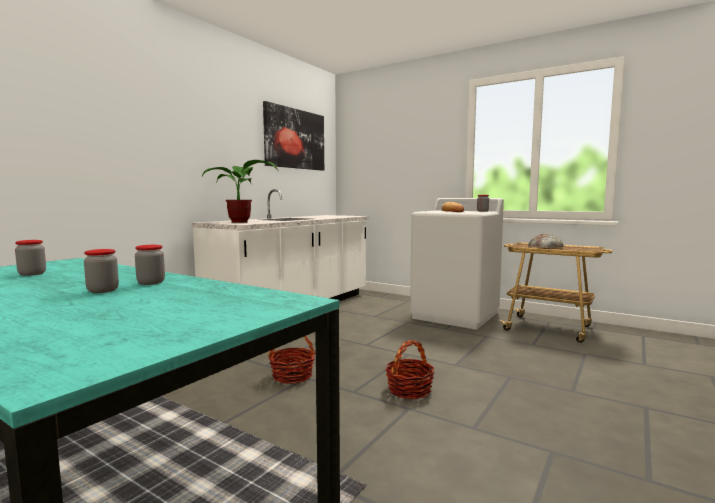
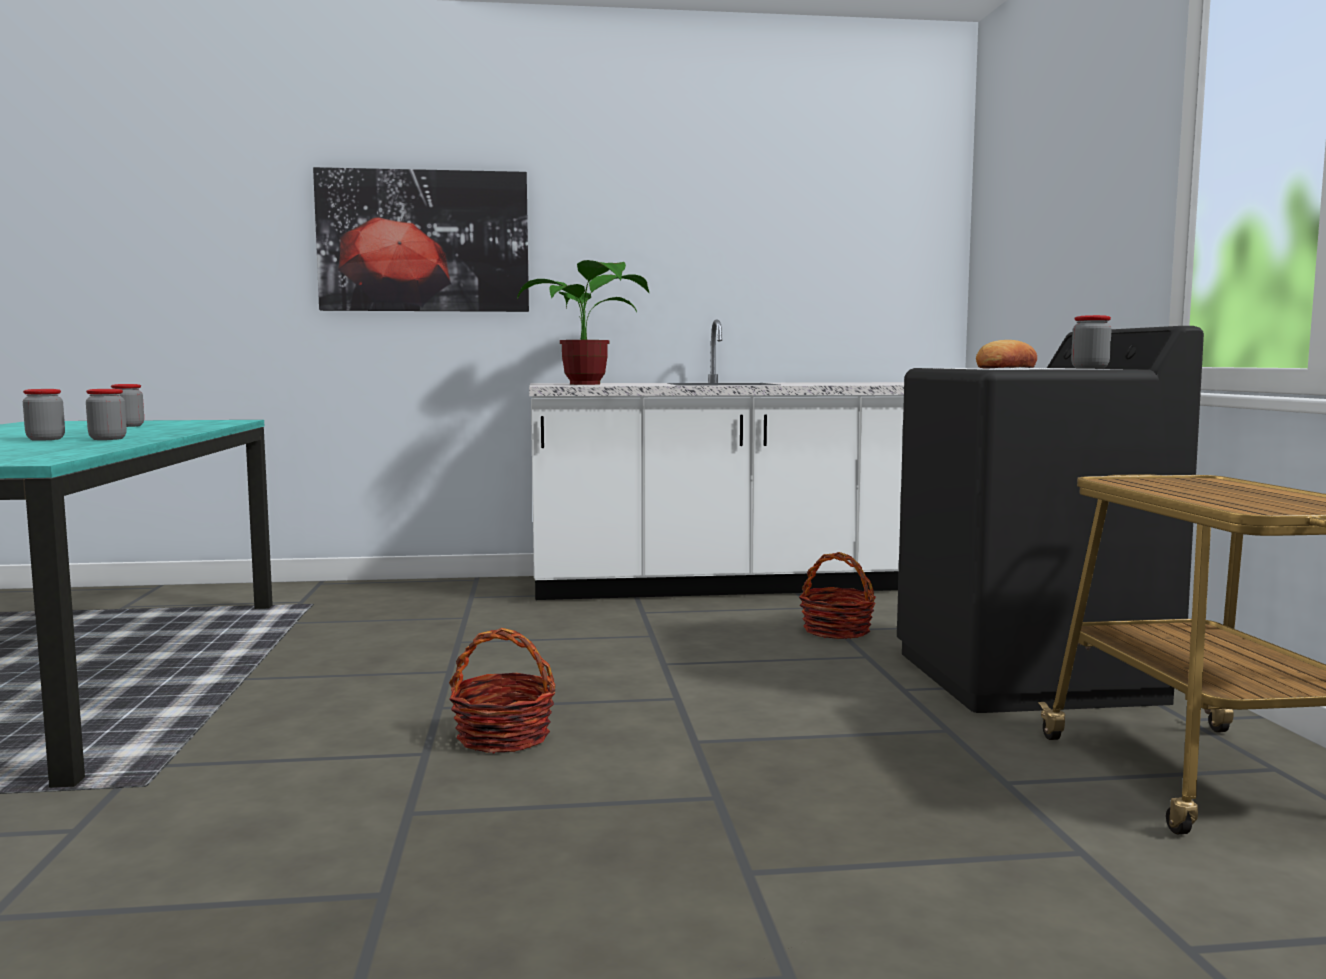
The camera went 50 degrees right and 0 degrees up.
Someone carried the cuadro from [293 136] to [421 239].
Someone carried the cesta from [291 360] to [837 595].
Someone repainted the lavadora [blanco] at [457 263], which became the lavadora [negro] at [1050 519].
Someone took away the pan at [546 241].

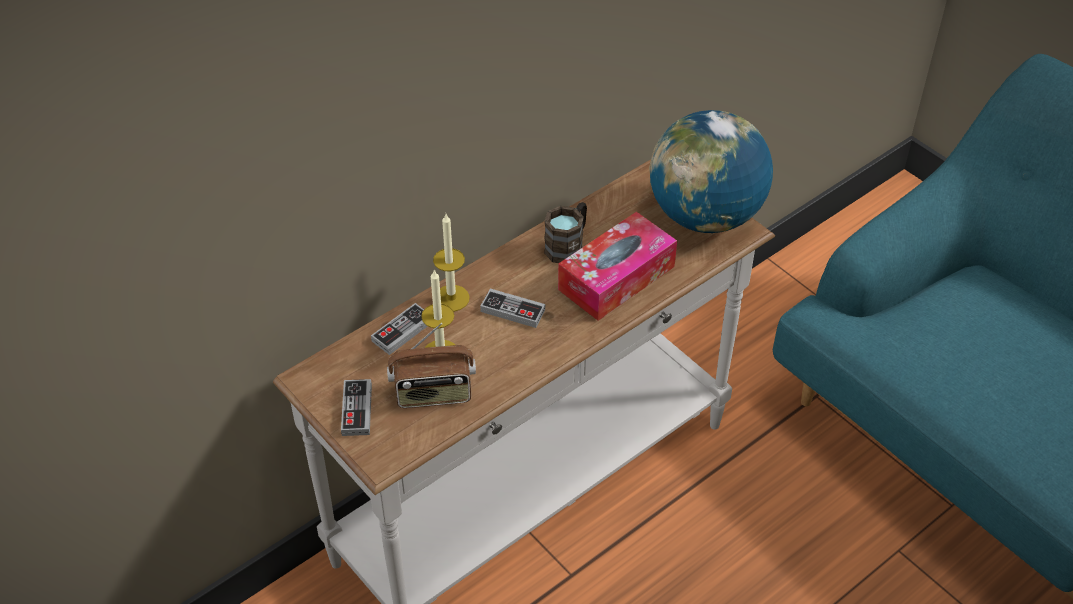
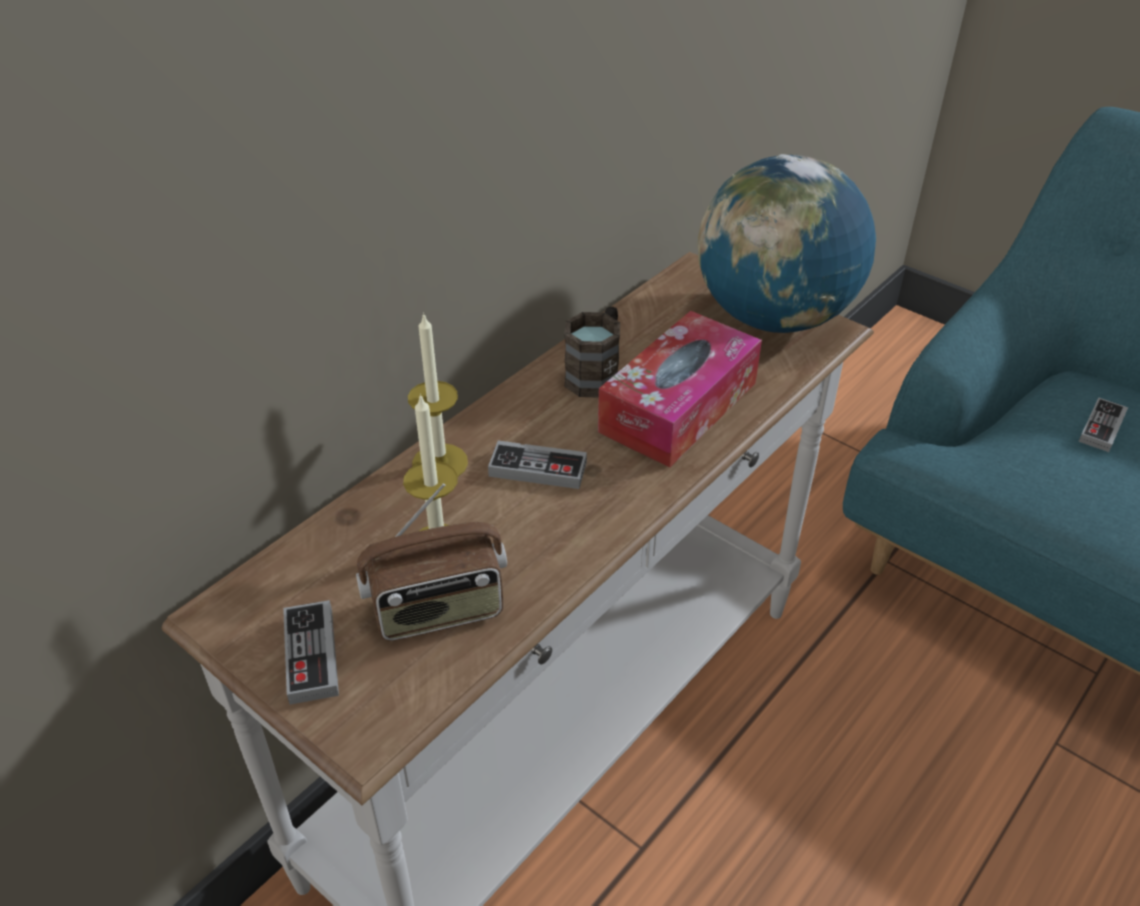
The camera went 10 degrees left and 5 degrees down.
Someone carried the mando de consola from [399 329] to [1103 425].

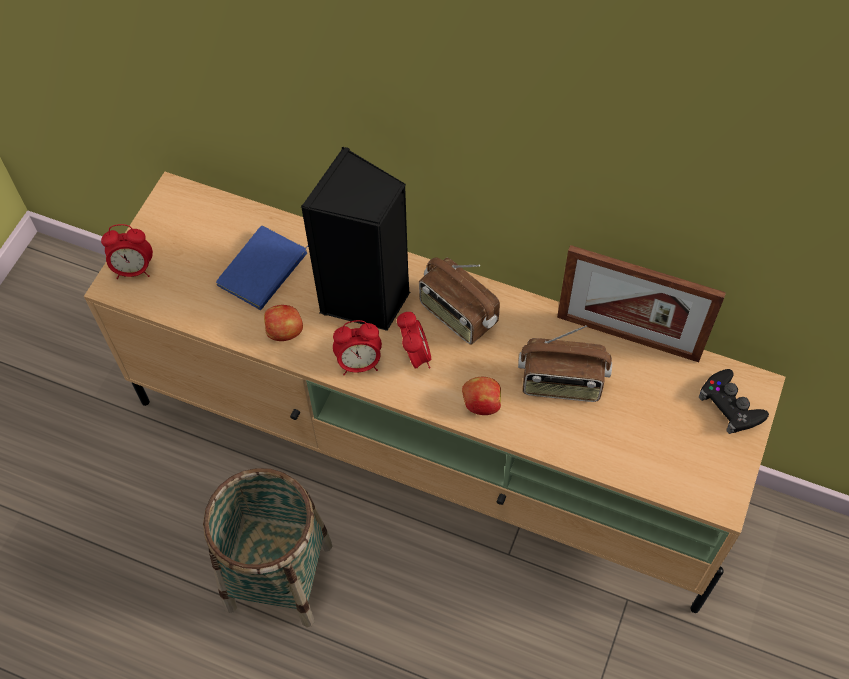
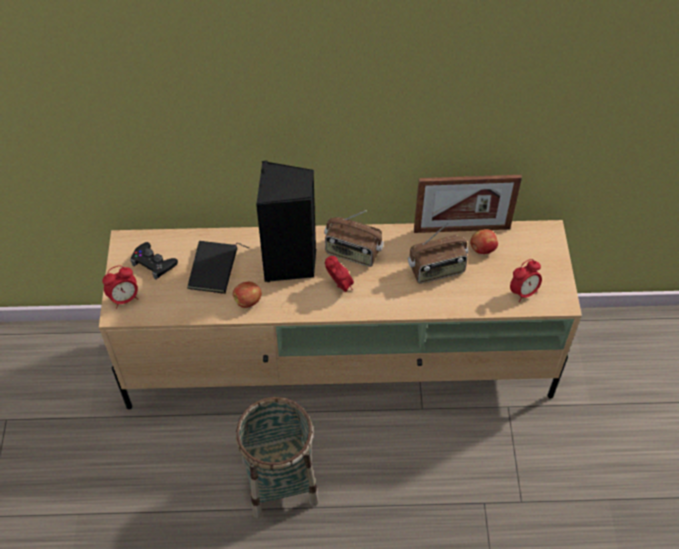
The camera went 25 degrees left and 5 degrees down.
Someone carried the mando de consola [negro] from [734 401] to [154 261].
Someone repainted the libro [azul] at [262 268], which became the libro [negro] at [218 267].
Someone carried the manzana from [481 396] to [484 241].
Someone carried the despertador from [357 347] to [526 281].

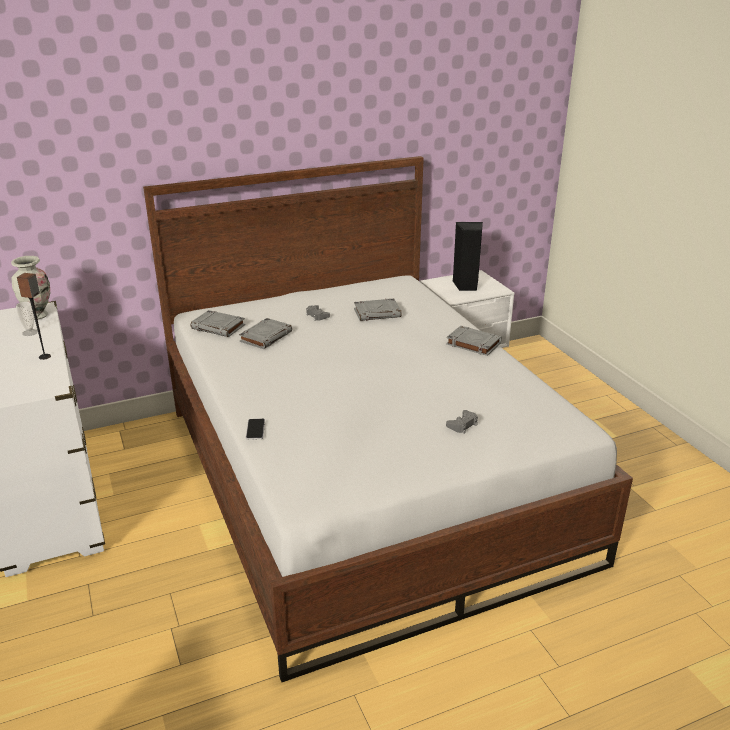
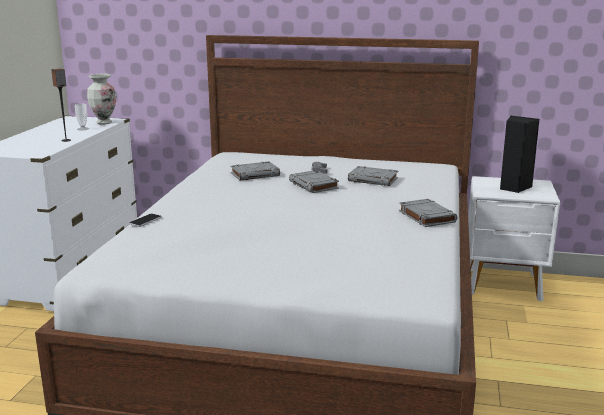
The camera went 35 degrees right and 10 degrees down.
Someone carried the libro [gris] from [218 323] to [314 181].
Someone took away the mando de consola [gris] at [462 421].

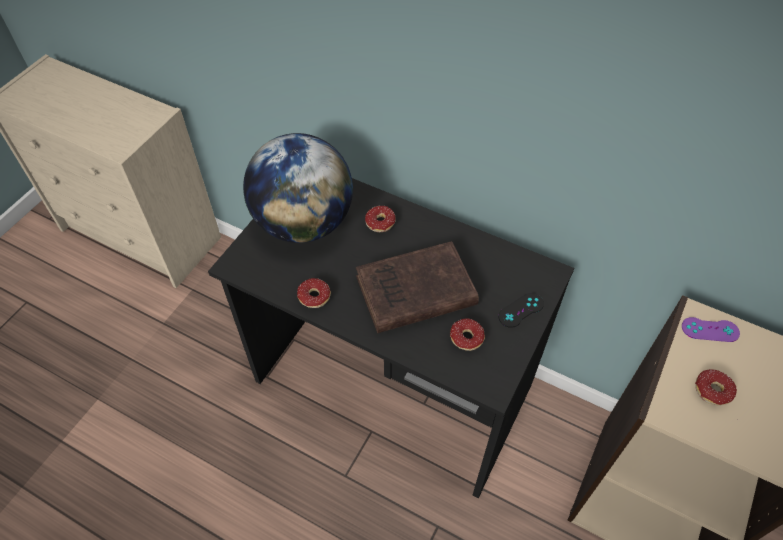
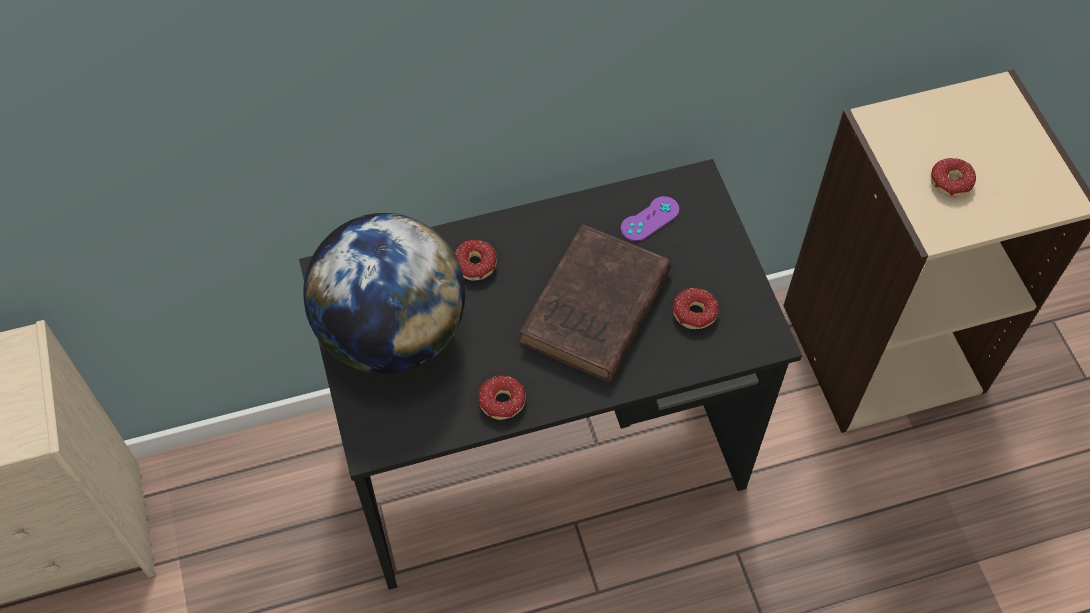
The camera went 45 degrees left and 5 degrees up.
Someone carried the mando de consola [morado] from [711 329] to [650 218].
Someone took away the mando de consola [negro] at [521 310].

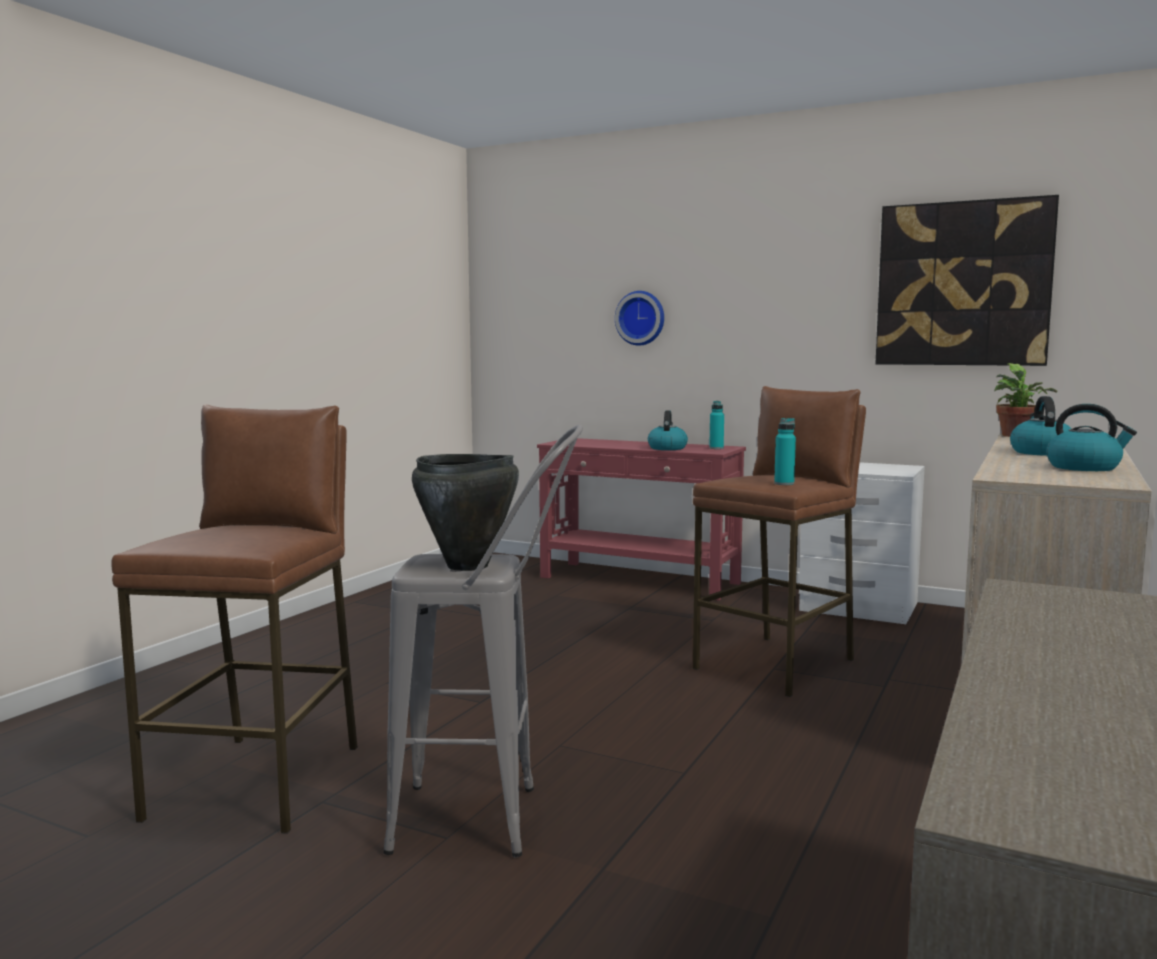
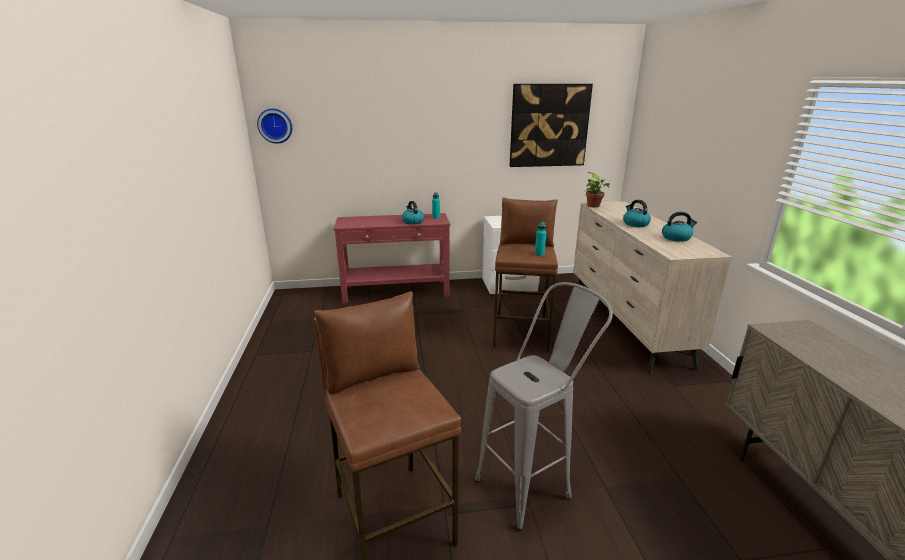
The camera went 35 degrees left and 15 degrees up.
Someone carried the reloj de pared from [639 318] to [274 126].
Someone took away the olla [negro] at [465 512].

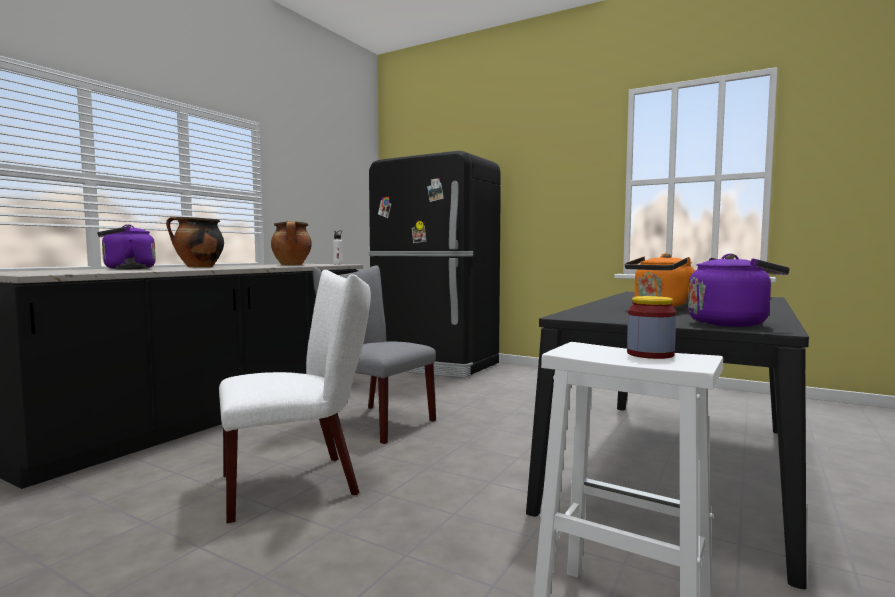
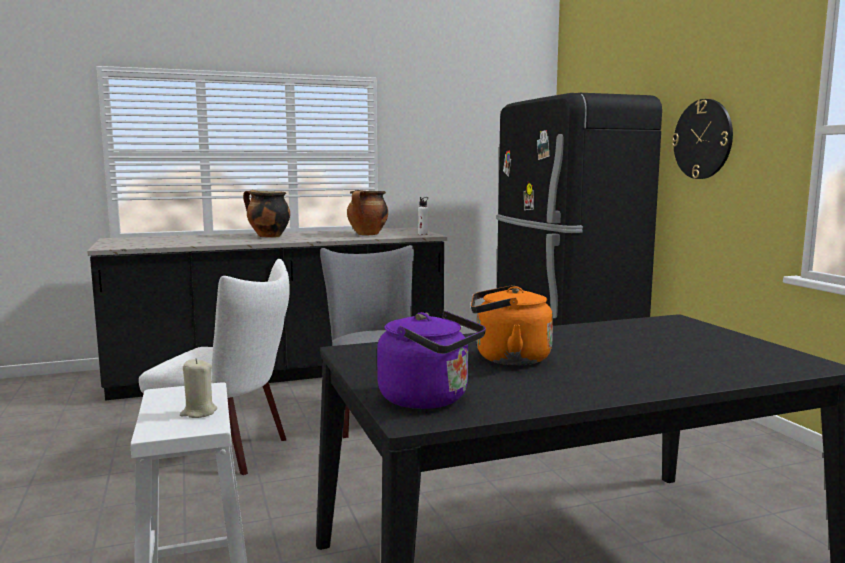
The camera went 40 degrees right and 5 degrees up.
Someone swapped the tarro at [651 327] for the vela [beis] at [198 388].
Someone put up the reloj de pared at [702 139].
Someone took away the hervidor [morado] at [126 246].

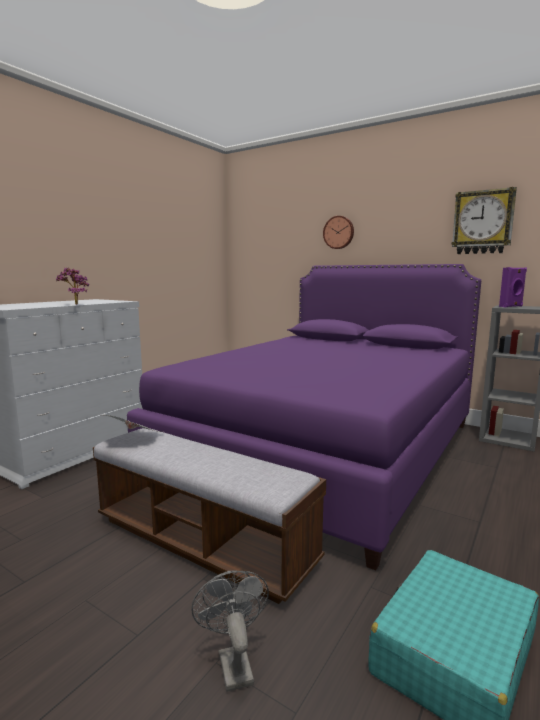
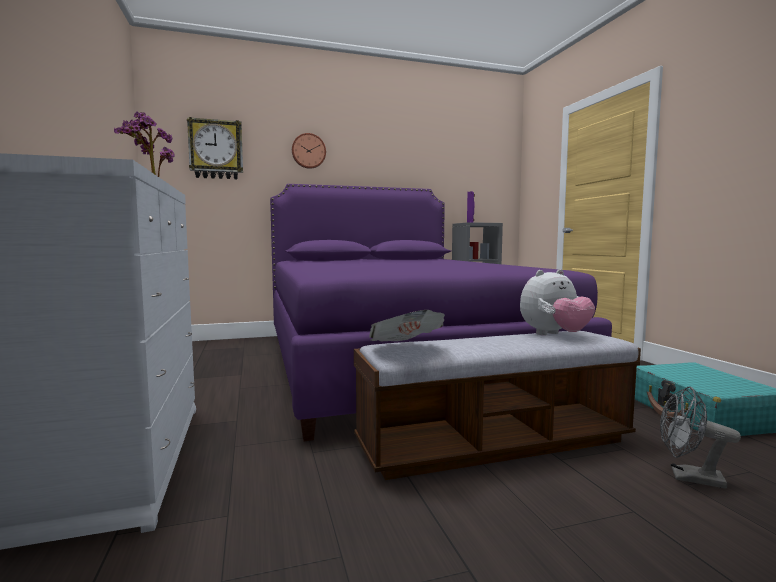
The camera went 50 degrees left and 5 degrees down.
Someone carried the reloj de pared from [484 220] to [215 148].
Someone put down the peluche at [557 302].

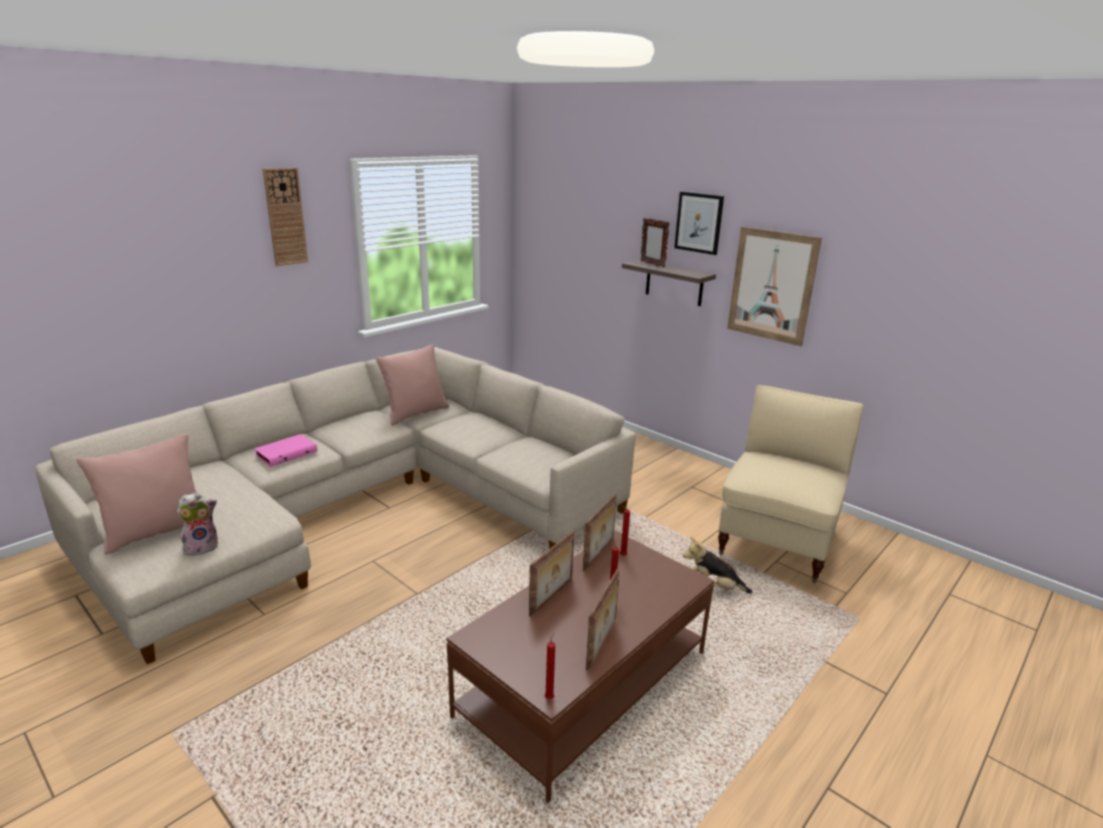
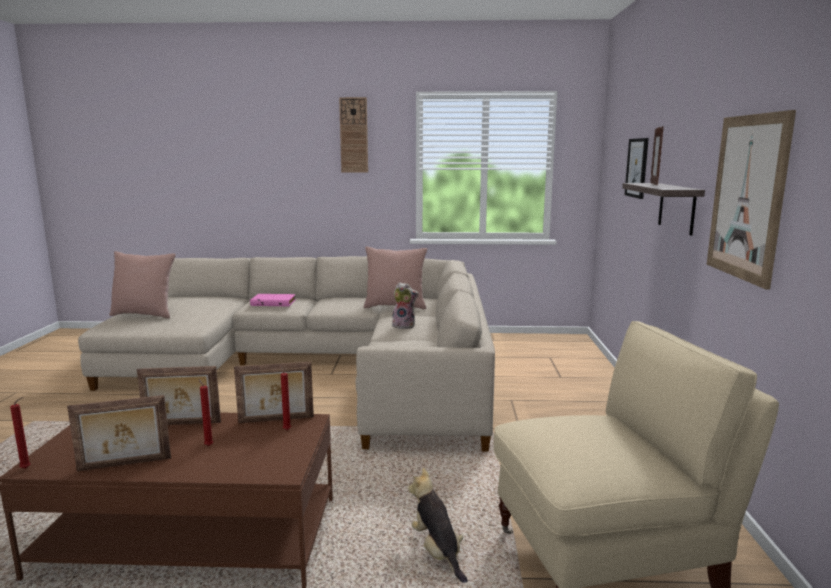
The camera went 50 degrees right and 10 degrees down.
Someone carried the peluche from [197 524] to [405 305].
Someone carried the cuadro from [699 223] to [637 168].

